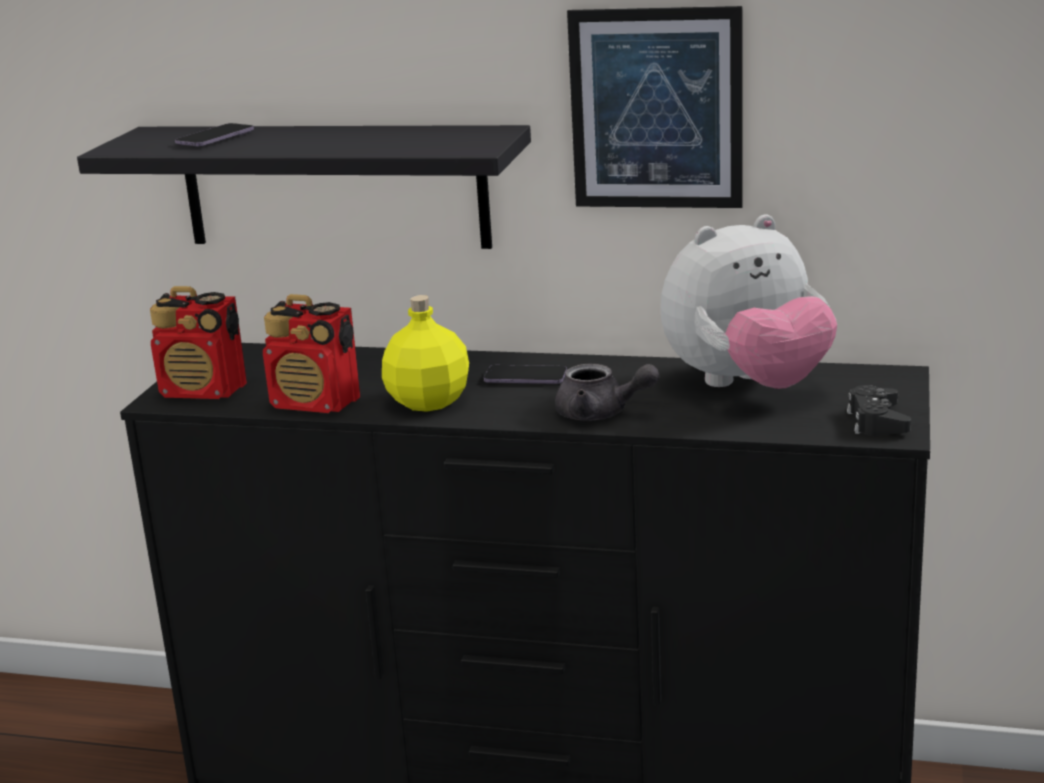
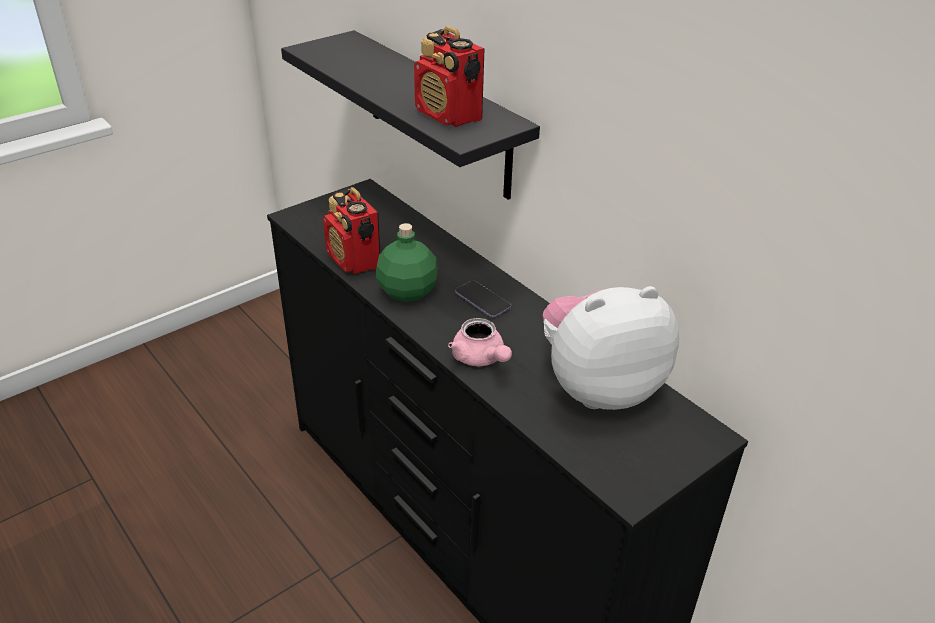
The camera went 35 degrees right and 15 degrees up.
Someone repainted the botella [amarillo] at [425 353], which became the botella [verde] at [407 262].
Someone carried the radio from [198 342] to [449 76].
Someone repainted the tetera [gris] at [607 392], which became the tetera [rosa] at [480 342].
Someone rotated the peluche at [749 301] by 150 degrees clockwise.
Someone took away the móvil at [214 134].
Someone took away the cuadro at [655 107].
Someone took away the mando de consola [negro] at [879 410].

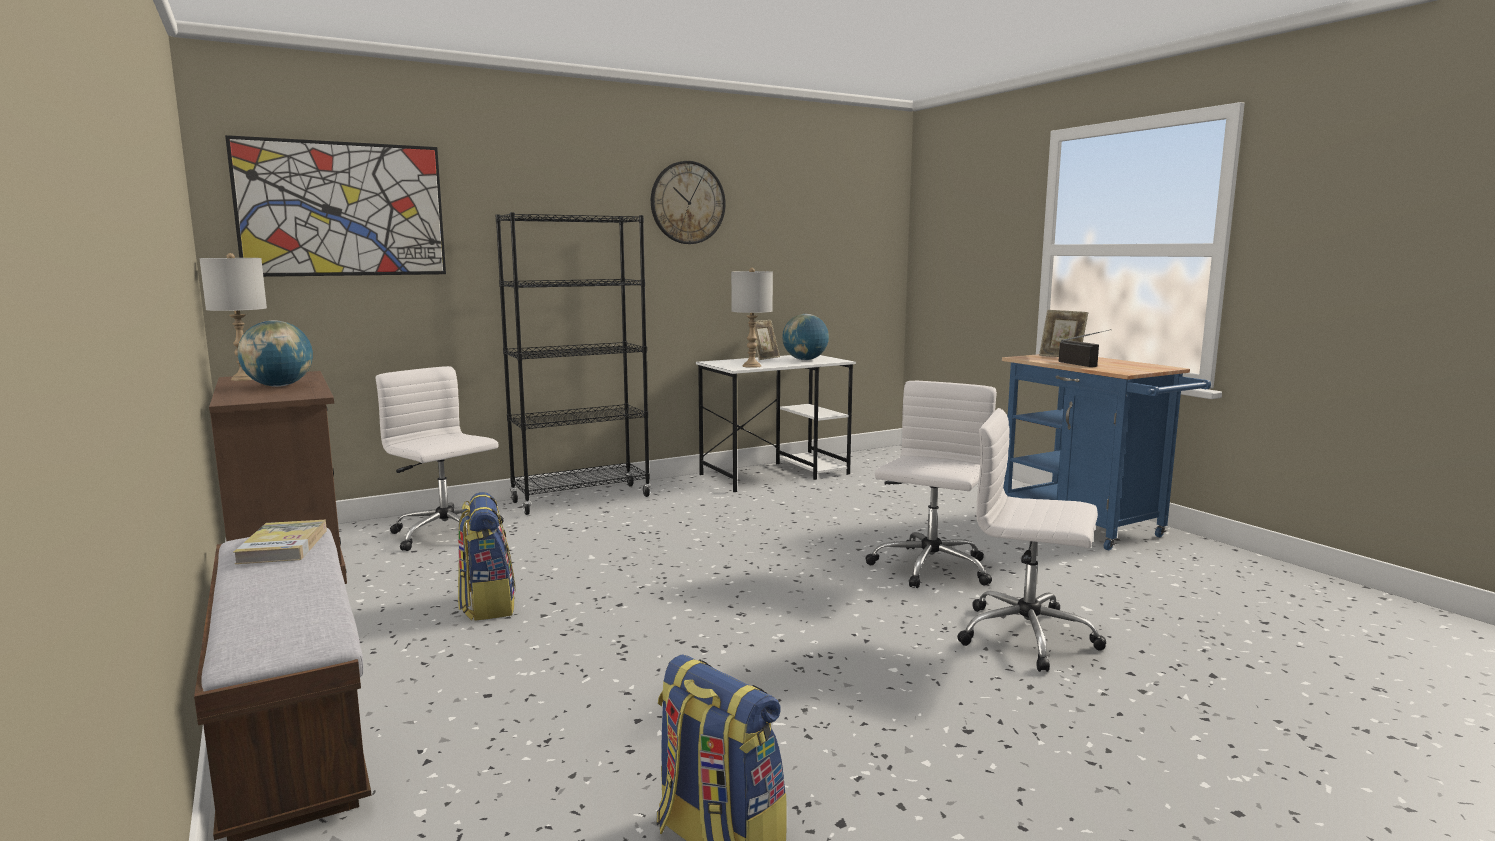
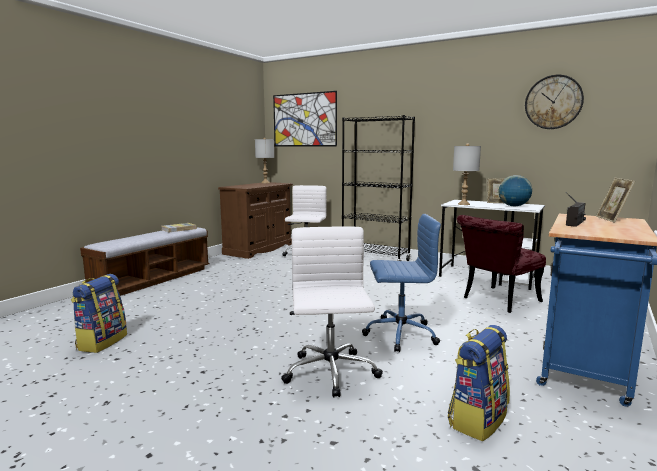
The camera went 60 degrees right and 0 degrees up.
Someone repainted the silla de oficina [blanco] at [931 484], which became the silla de oficina [azul] at [401 283].
Someone carried the mochila from [486 556] to [479 383].
Someone put down the silla [rojo] at [501 264].
Someone carried the reloj de pared from [688 202] to [554 102].
Someone took away the globo terráqueo at [275 353].

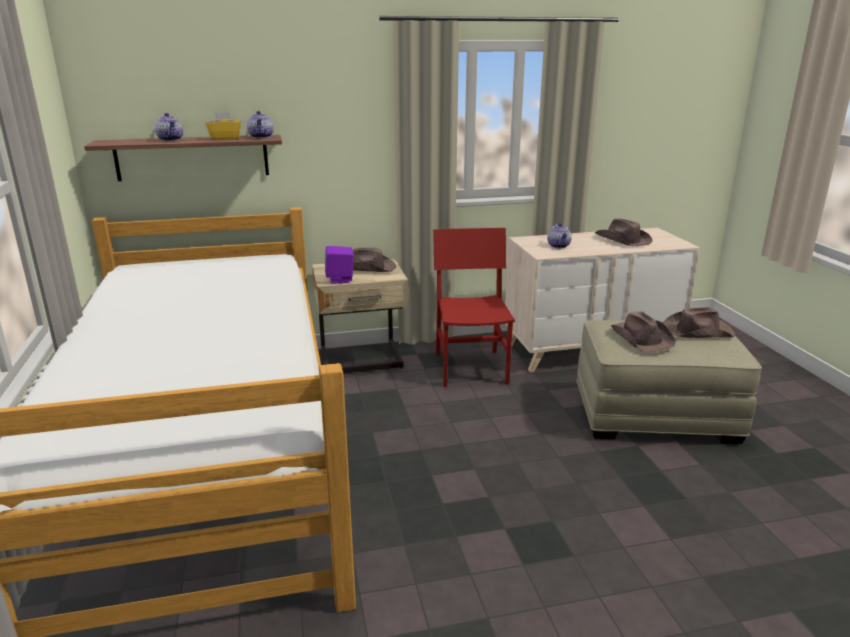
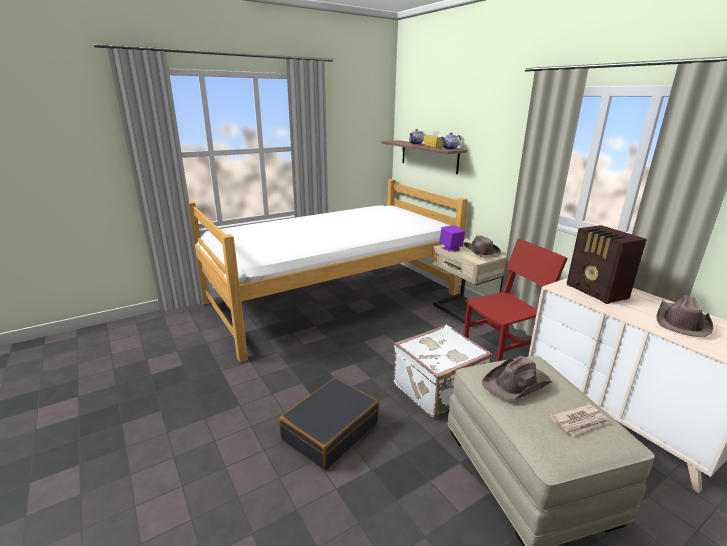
The camera went 70 degrees right and 0 degrees up.
Someone put down the maleta [negro] at [329 424].
Someone put down the maleta [blanco] at [442 371].
Someone swapped the sombrero [marrón] at [699 322] for the periódico at [579 419].
Someone swapped the tetera at [559 235] for the radio at [607 264].

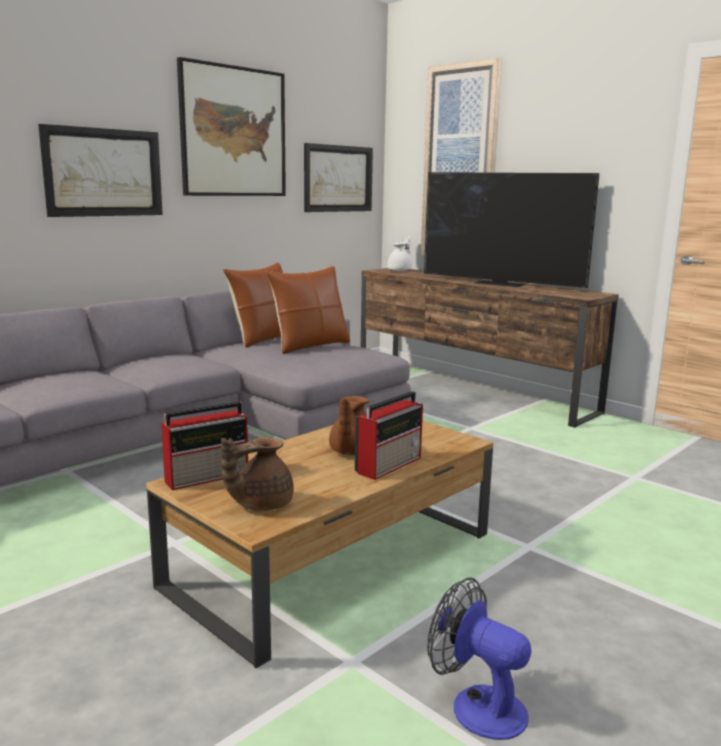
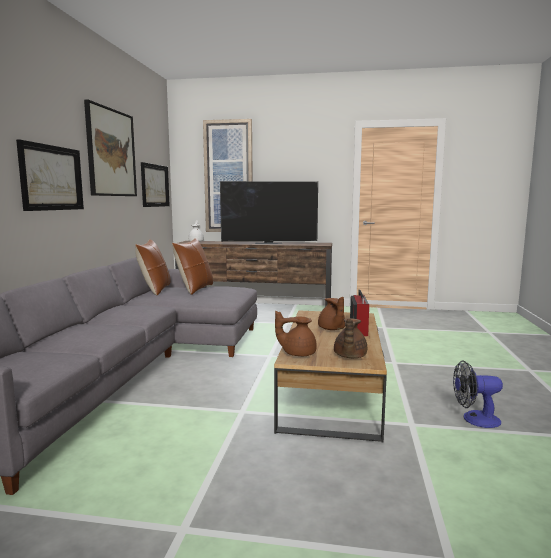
The camera went 35 degrees left and 5 degrees down.
Someone swapped the radio at [204 446] for the tetera [marrón] at [296 333].

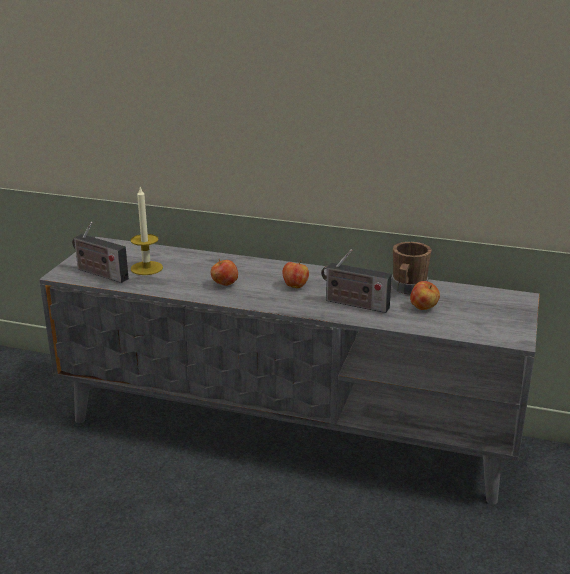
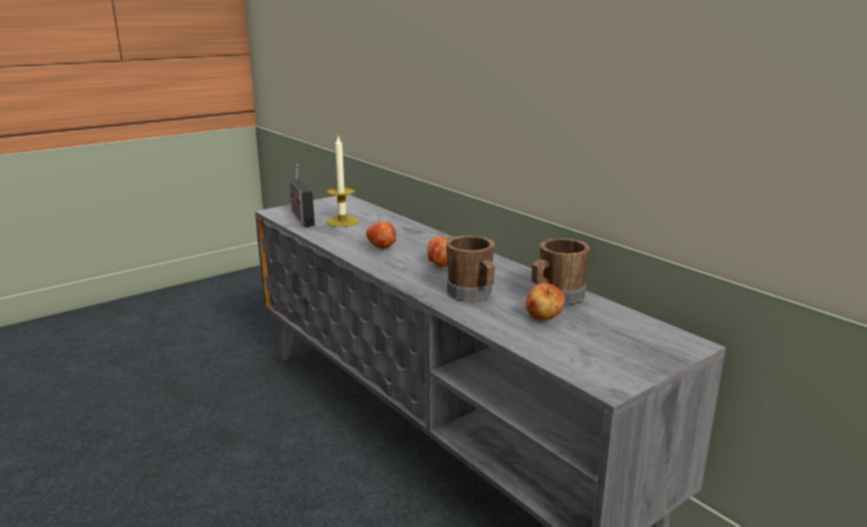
The camera went 35 degrees right and 5 degrees down.
Someone swapped the radio at [356 281] for the taza grande [marrón] at [470 268].

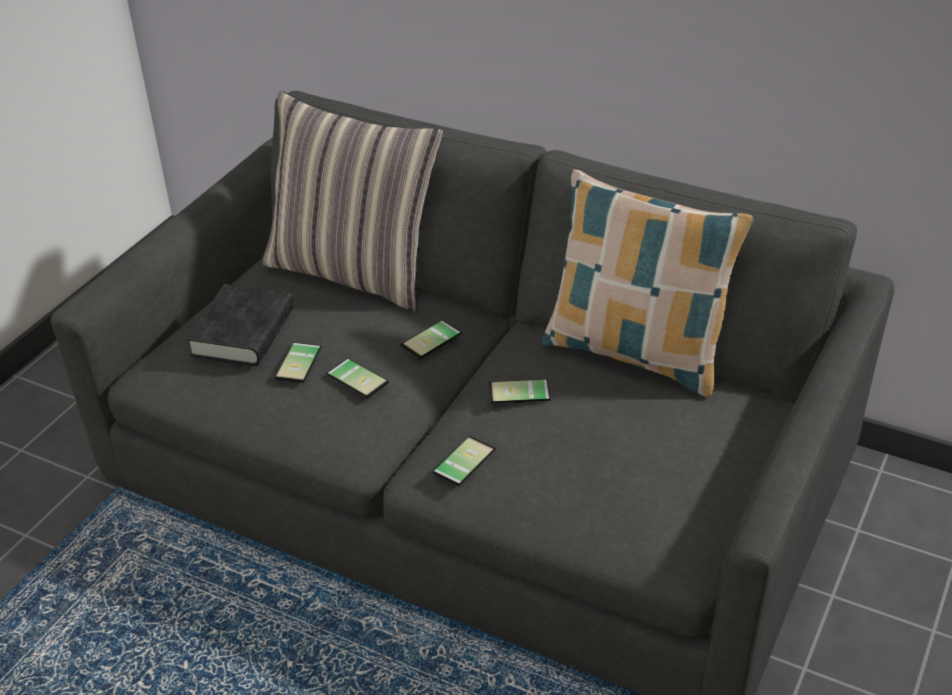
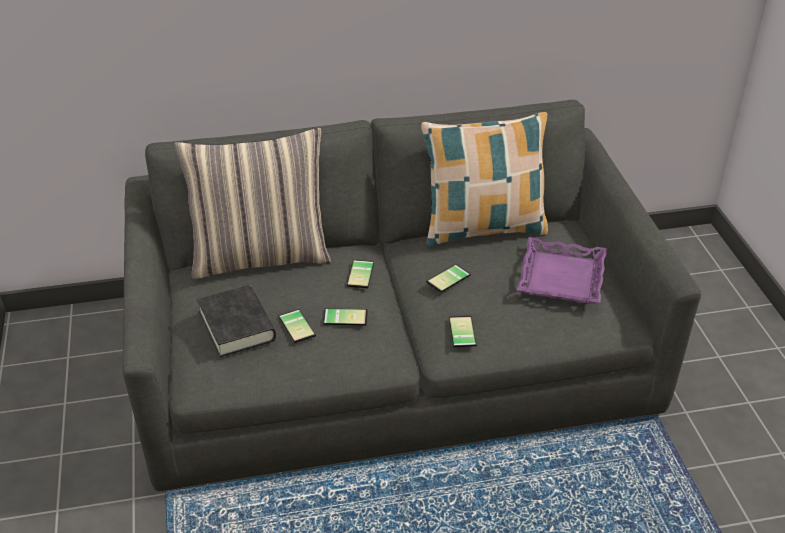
The camera went 40 degrees left and 0 degrees up.
Someone put down the bandeja [morado] at [561 270].

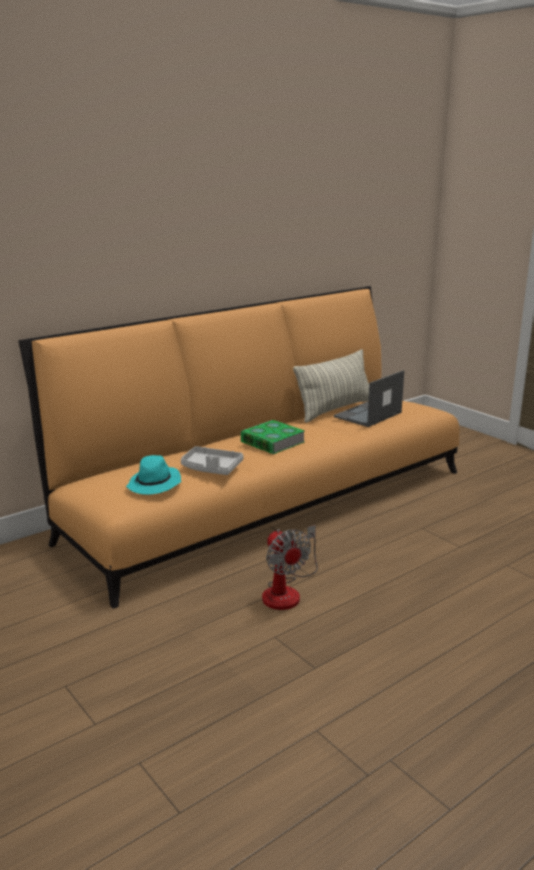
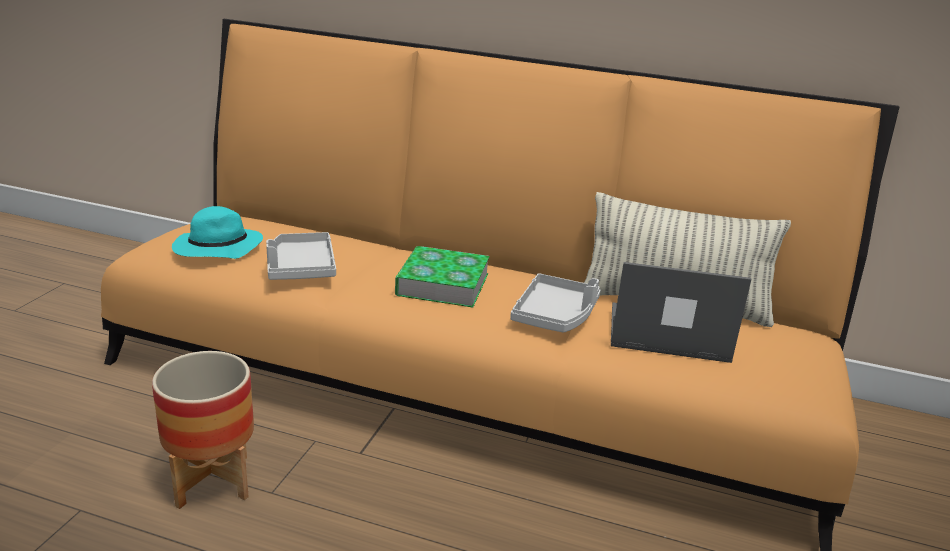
The camera went 55 degrees right and 5 degrees up.
Someone swapped the ventilador at [290 567] for the maceta at [203 430].
Someone put down the bandeja [gris] at [555 303].

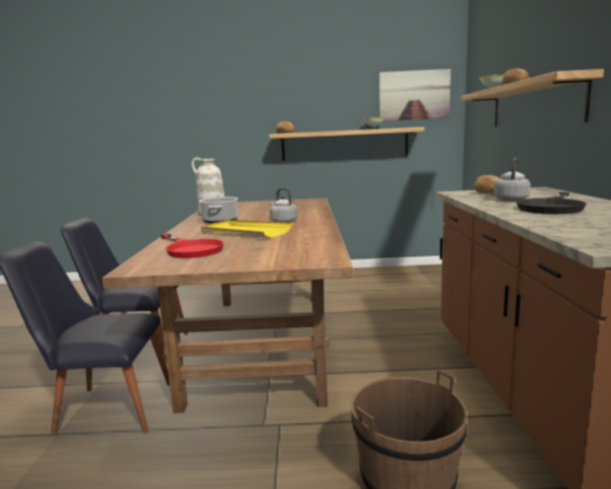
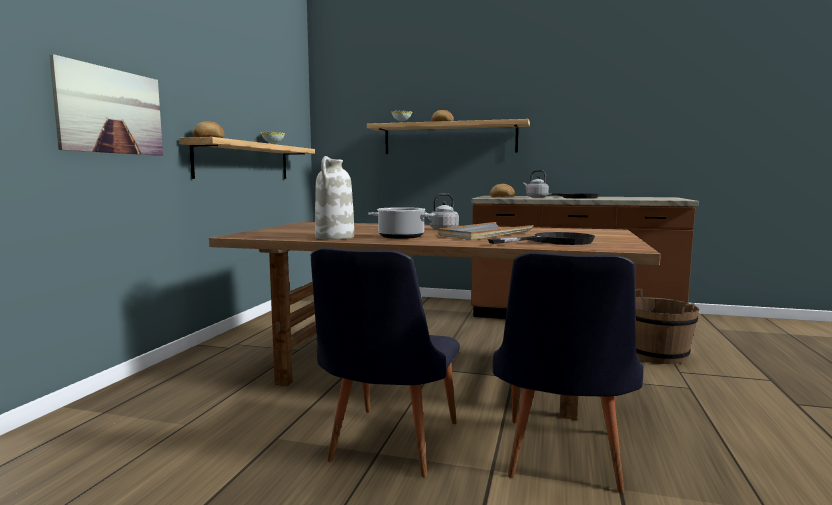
The camera went 75 degrees left and 5 degrees down.
Someone carried the cuadro from [415 95] to [106 105].
Someone repainted the bandeja [amarillo] at [247 229], which became the bandeja [gris] at [485 231].
Someone repainted the sartén [rojo] at [192 246], which became the sartén [negro] at [541 238].

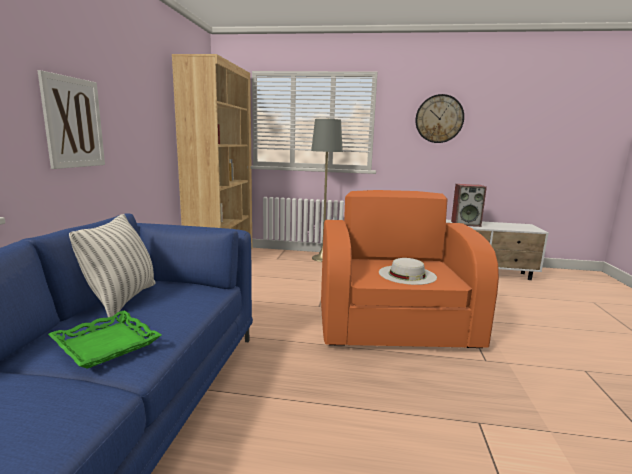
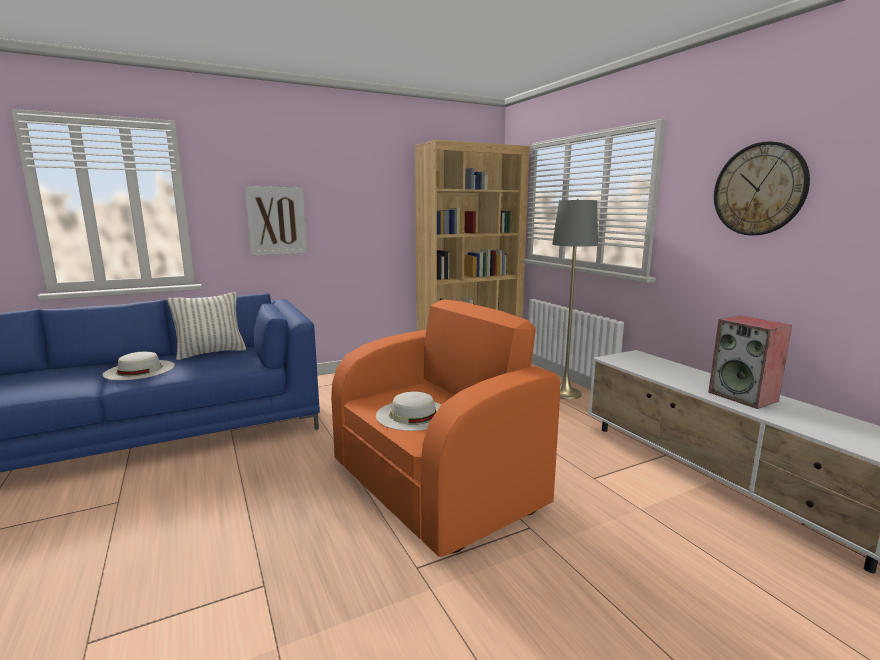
The camera went 55 degrees right and 0 degrees up.
Someone swapped the bandeja [verde] at [104 340] for the sombrero [blanco] at [139 366].

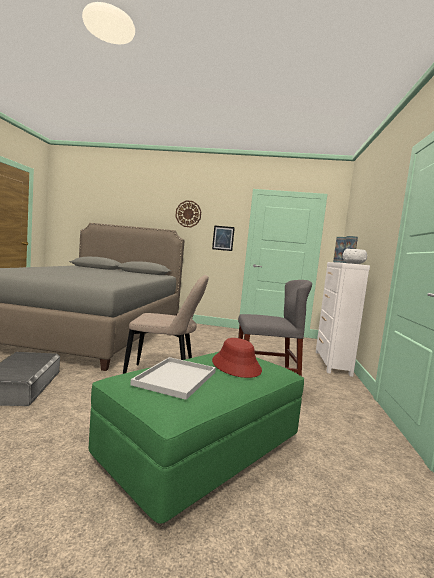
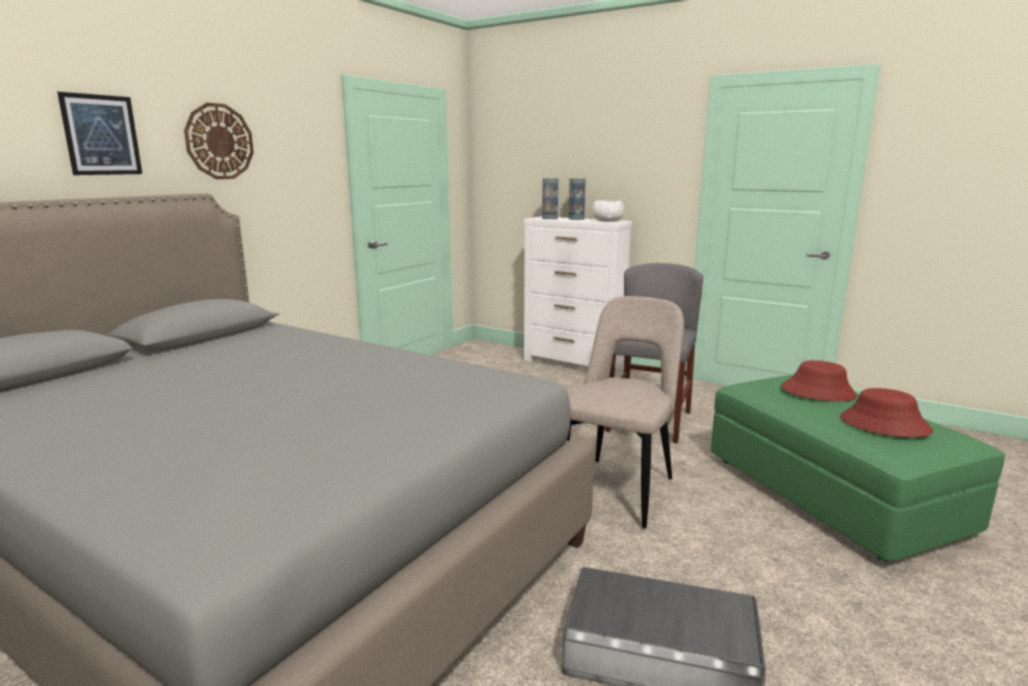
The camera went 65 degrees left and 10 degrees up.
Someone carried the cuadro from [223 238] to [99 133].
Someone swapped the bandeja [blanco] at [173 378] for the sombrero [rojo] at [886 412].

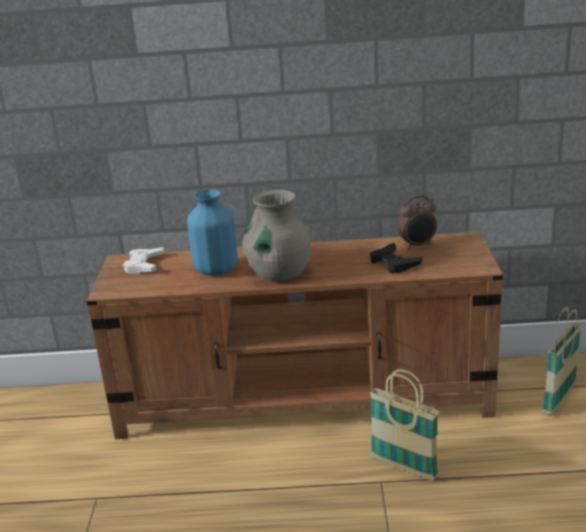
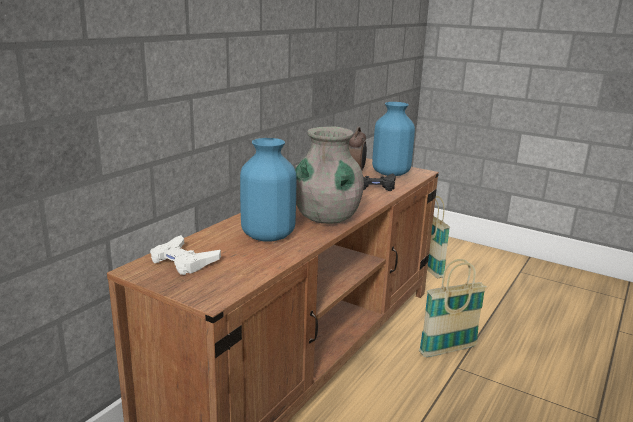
The camera went 60 degrees left and 5 degrees down.
Someone put down the florero [azul] at [393 139].

